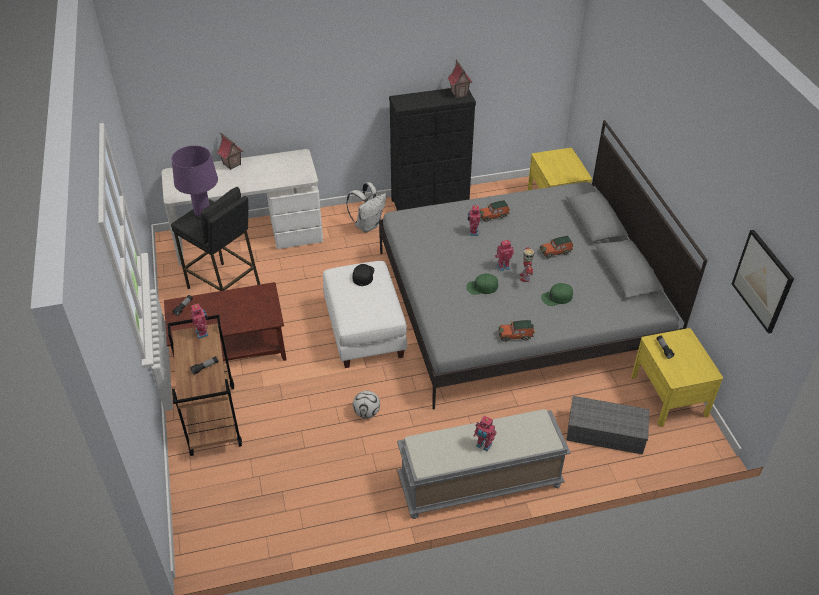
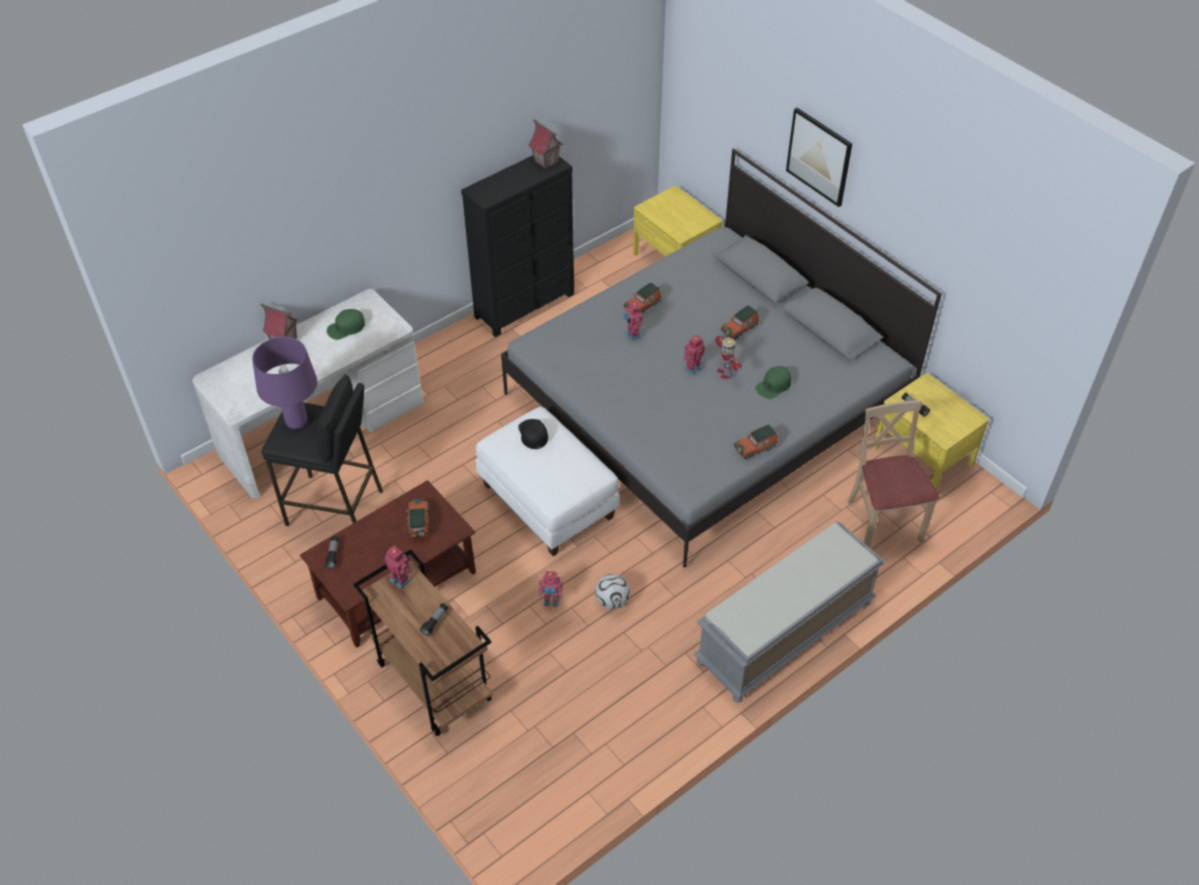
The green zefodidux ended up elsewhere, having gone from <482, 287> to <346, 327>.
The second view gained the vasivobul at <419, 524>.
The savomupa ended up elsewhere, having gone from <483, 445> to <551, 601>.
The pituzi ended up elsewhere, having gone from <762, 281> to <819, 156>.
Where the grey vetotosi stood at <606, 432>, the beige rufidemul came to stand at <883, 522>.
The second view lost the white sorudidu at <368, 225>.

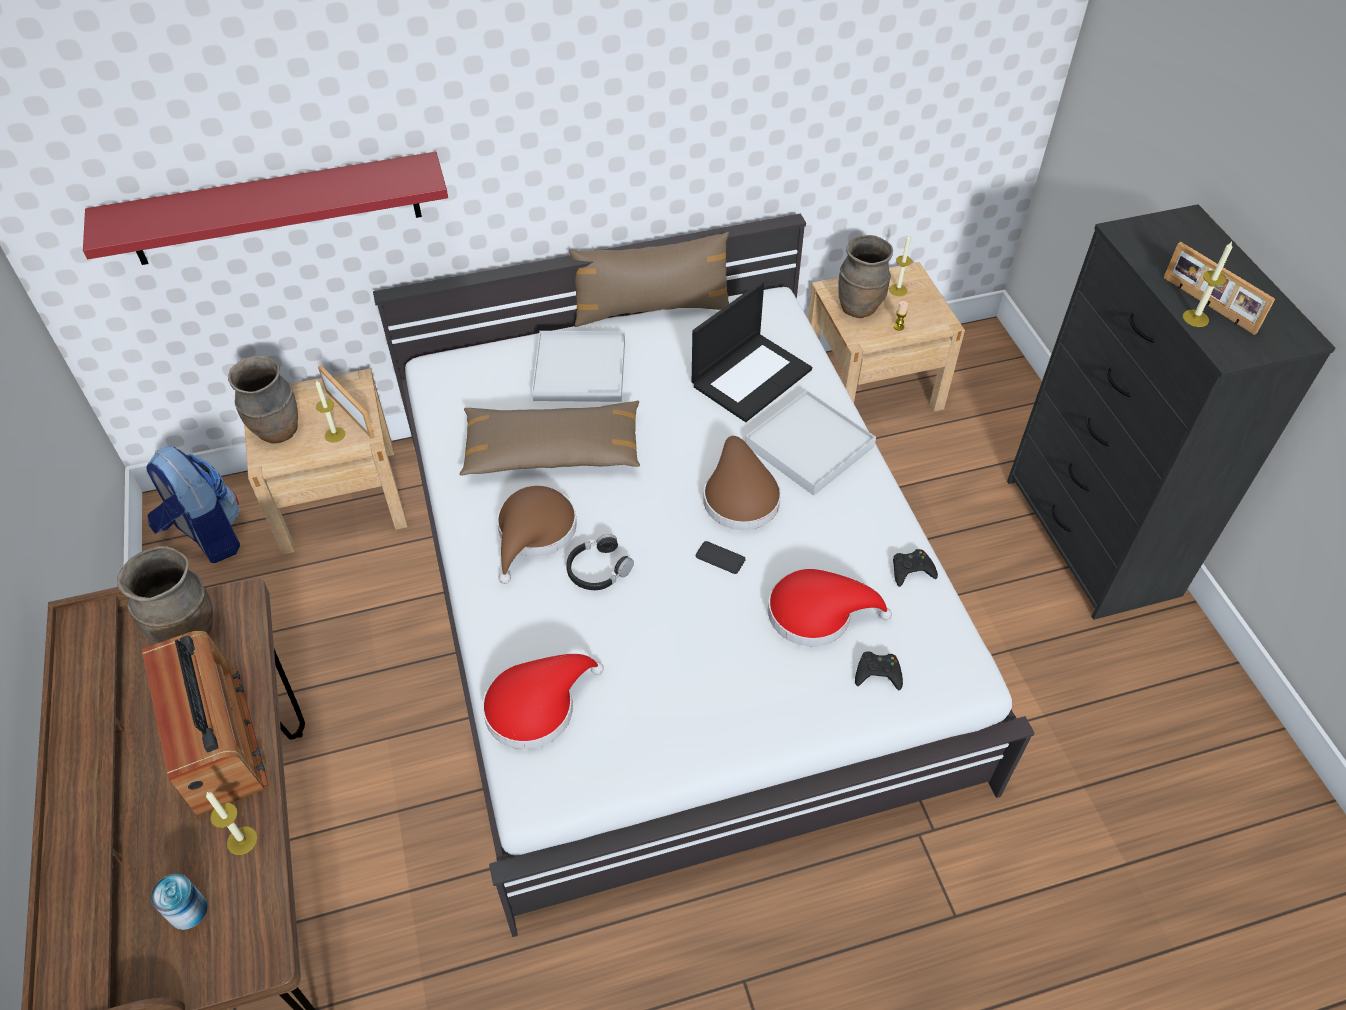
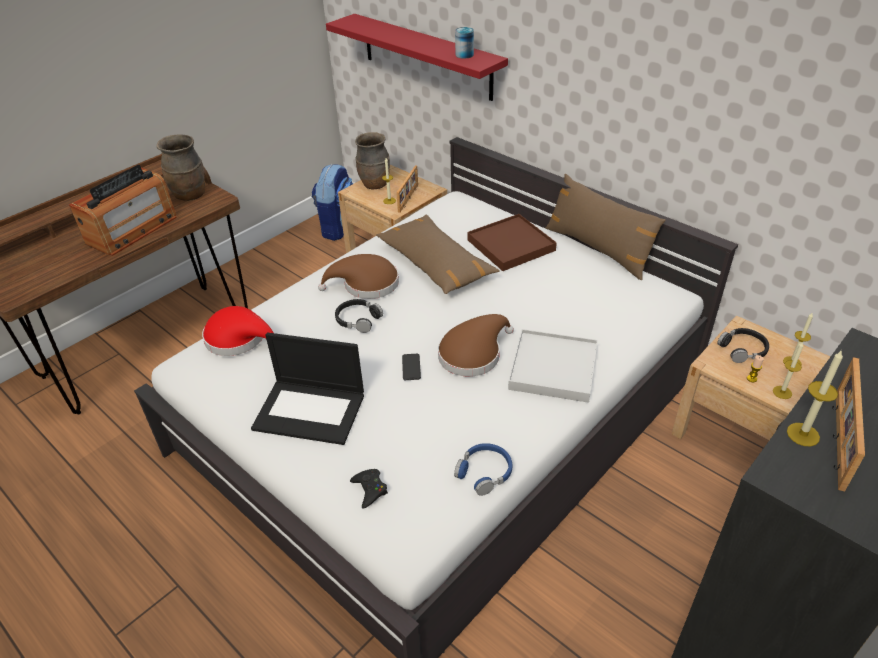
The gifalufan ended up elsewhere, having gone from <751, 376> to <311, 411>.
Where the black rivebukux stood at <911, 570>, the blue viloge came to stand at <484, 472>.
The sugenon ended up elsewhere, having gone from <188, 911> to <464, 55>.
What was the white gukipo at <580, 370> turned into the brown gukipo at <511, 245>.
Where the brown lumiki stood at <859, 308>, the black viloge came to stand at <742, 349>.
The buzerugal ended up elsewhere, having gone from <242, 840> to <782, 392>.
The second view lost the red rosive at <817, 613>.

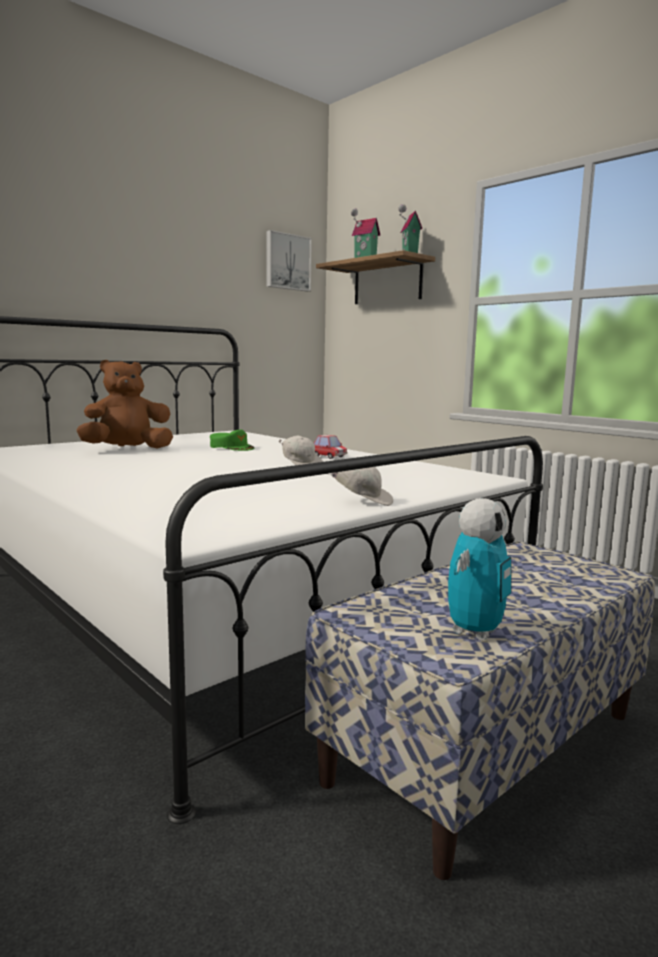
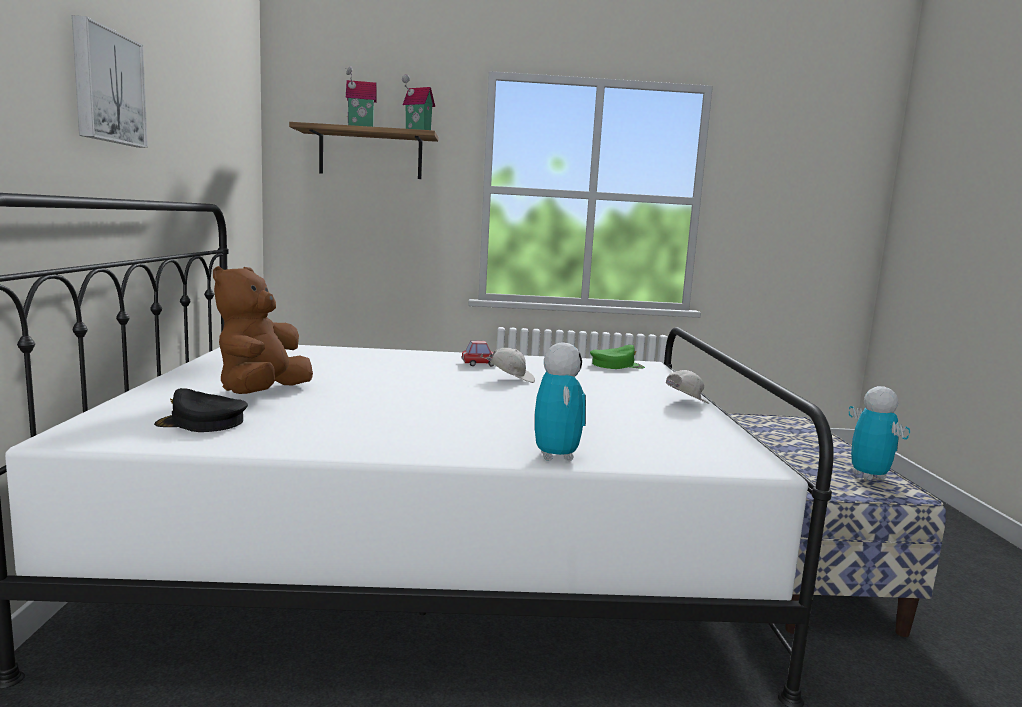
The pituzi ended up elsewhere, having gone from <287, 262> to <106, 87>.
The second view gained the black zefodidux at <201, 423>.
The second view gained the savomupa at <556, 456>.
The green zefodidux ended up elsewhere, having gone from <231, 447> to <616, 365>.

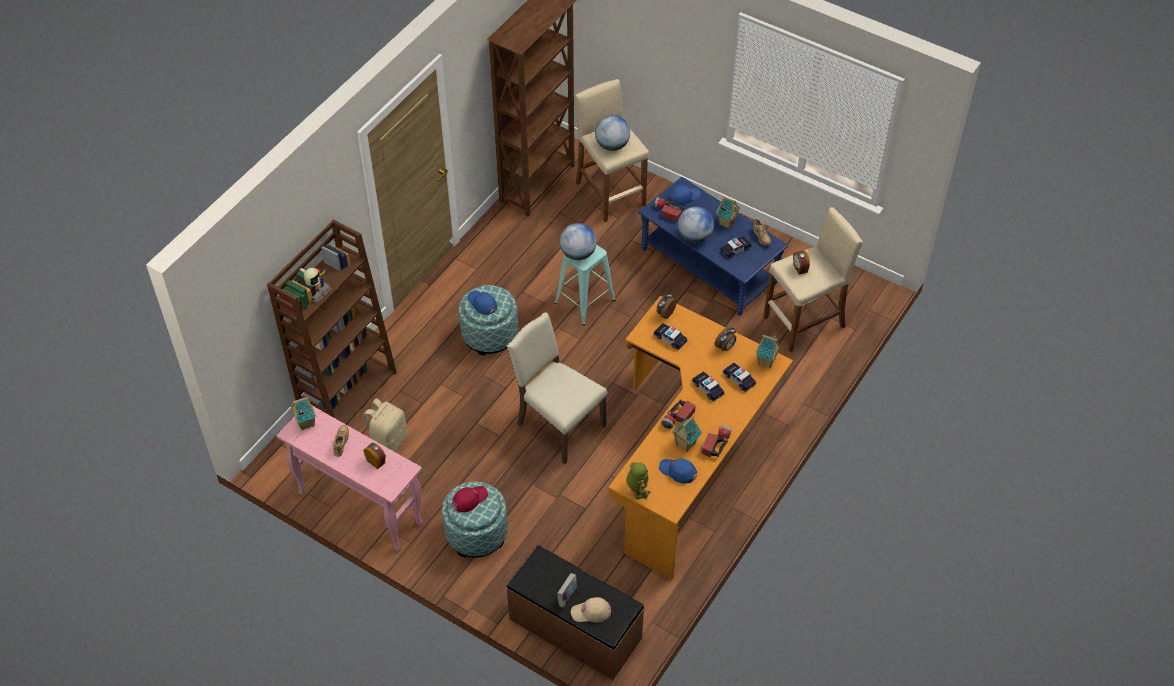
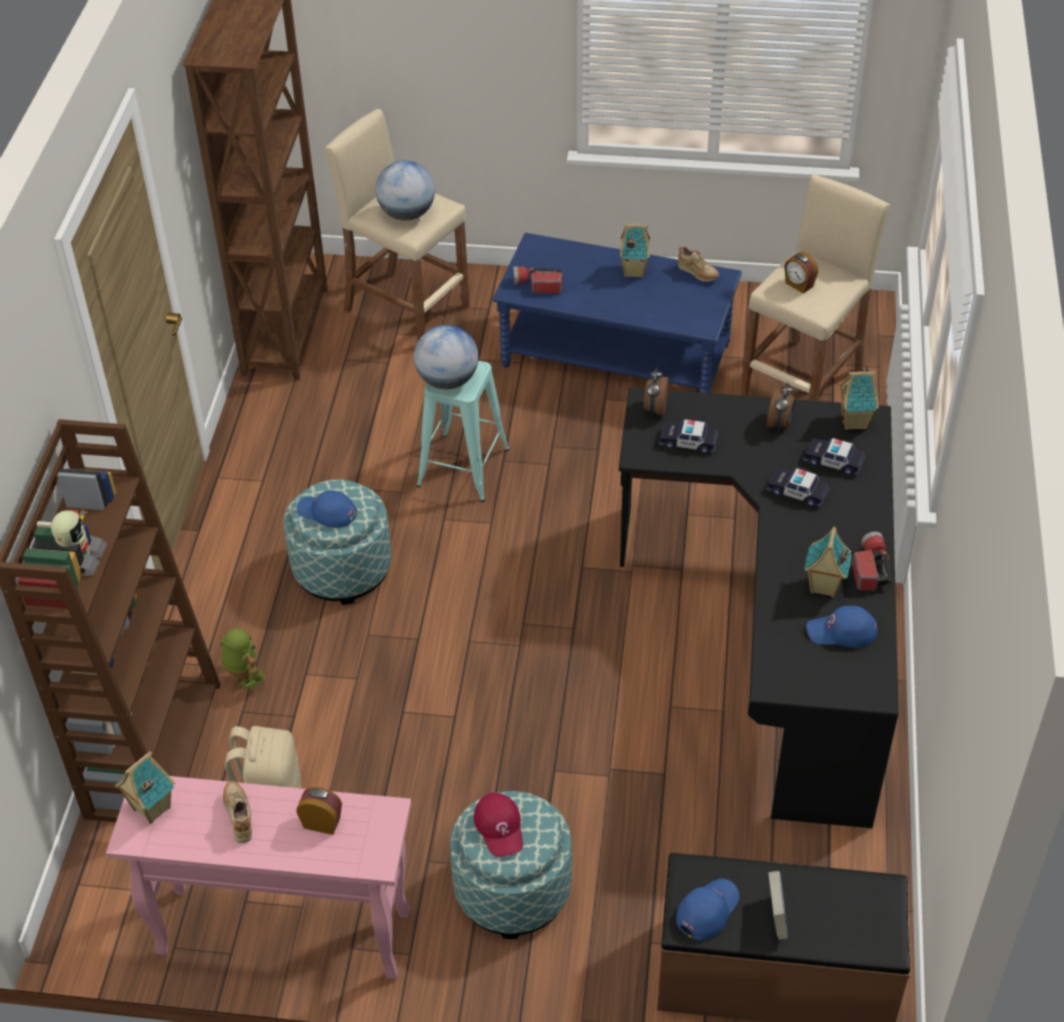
The savomupa ended up elsewhere, having gone from <637, 491> to <244, 678>.
The red zefodidux at <469, 499> ended up facing another way, 135 degrees clockwise from before.
What was the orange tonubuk at <690, 459> turned into the black tonubuk at <774, 634>.
The blue zefodidux ended up elsewhere, having gone from <684, 196> to <707, 910>.
The second view lost the beige rufidemul at <558, 425>.
The second view lost the beige zefodidux at <591, 612>.
The second view lost the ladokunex at <677, 418>.
The second view lost the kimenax at <694, 237>.
The second view lost the vasivobul at <735, 249>.

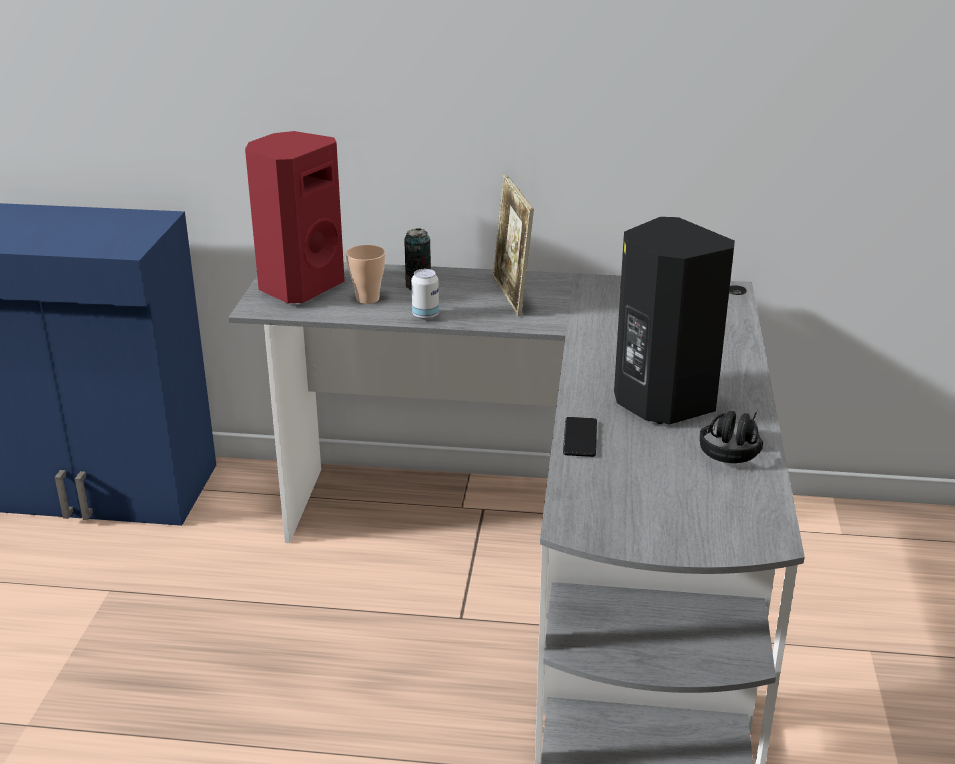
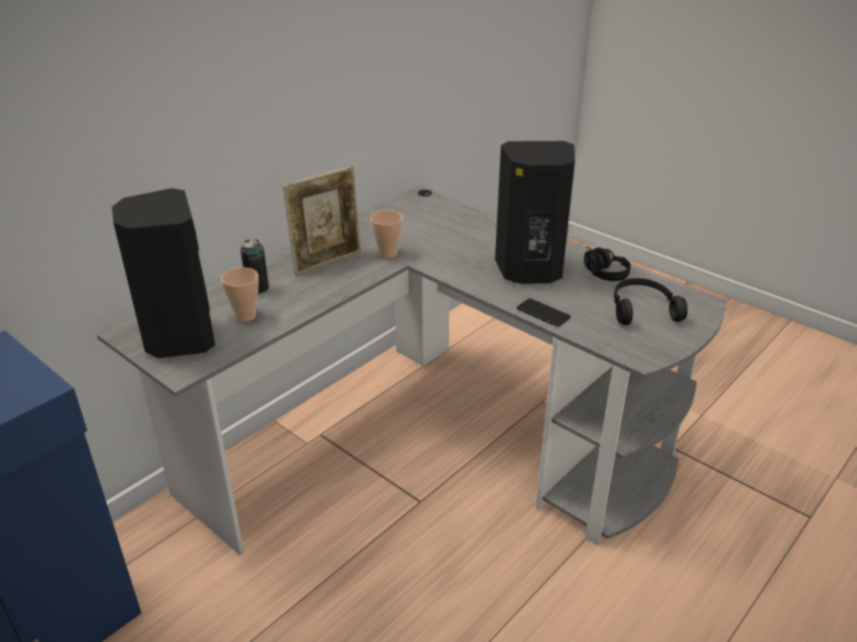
What was the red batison at <299, 287> turned into the black batison at <178, 338>.
The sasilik at <511, 296> ended up facing another way, 60 degrees counterclockwise from before.
The second view gained the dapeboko at <387, 254>.
The second view gained the black viloge at <642, 309>.
The second view lost the sugenon at <425, 315>.

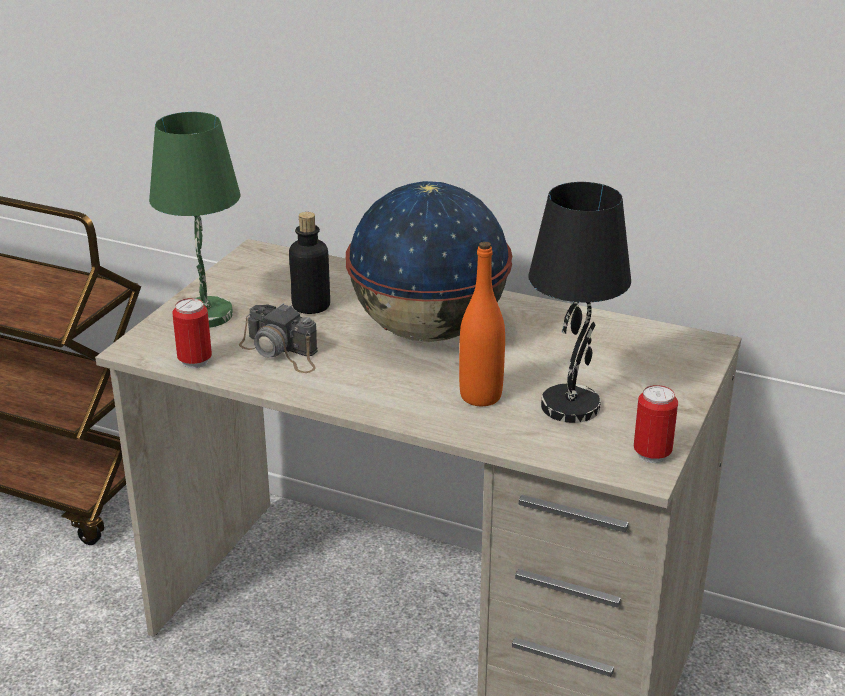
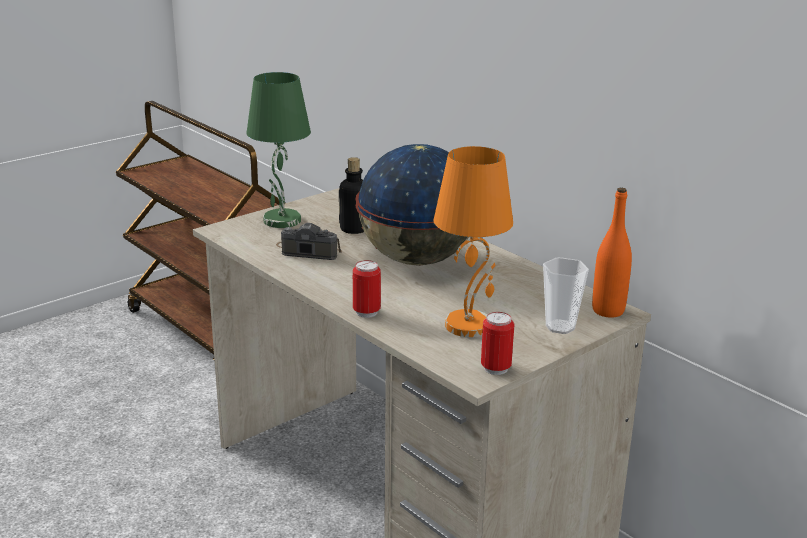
The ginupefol at <282, 352> ended up facing another way, 135 degrees clockwise from before.
The sugenon ended up elsewhere, having gone from <195, 361> to <366, 312>.
What was the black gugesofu at <570, 405> turned into the orange gugesofu at <469, 325>.
The second view gained the dapeboko at <560, 327>.
The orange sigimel ended up elsewhere, having gone from <480, 396> to <608, 311>.

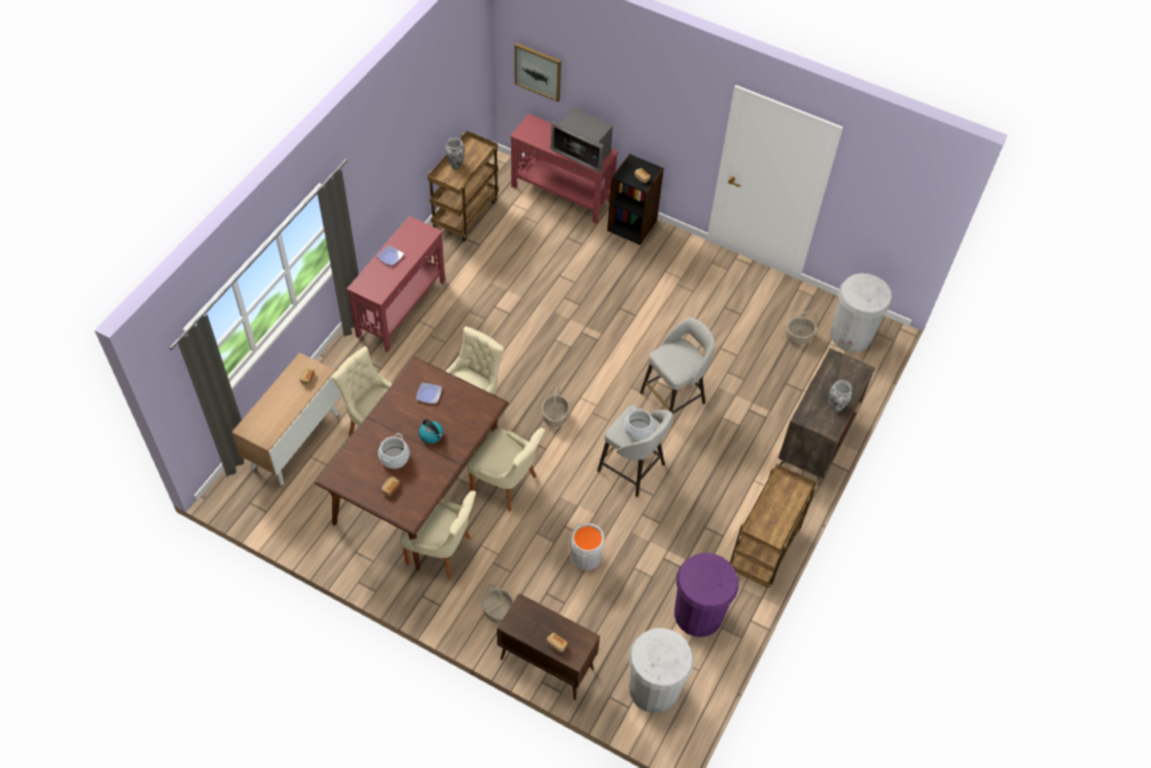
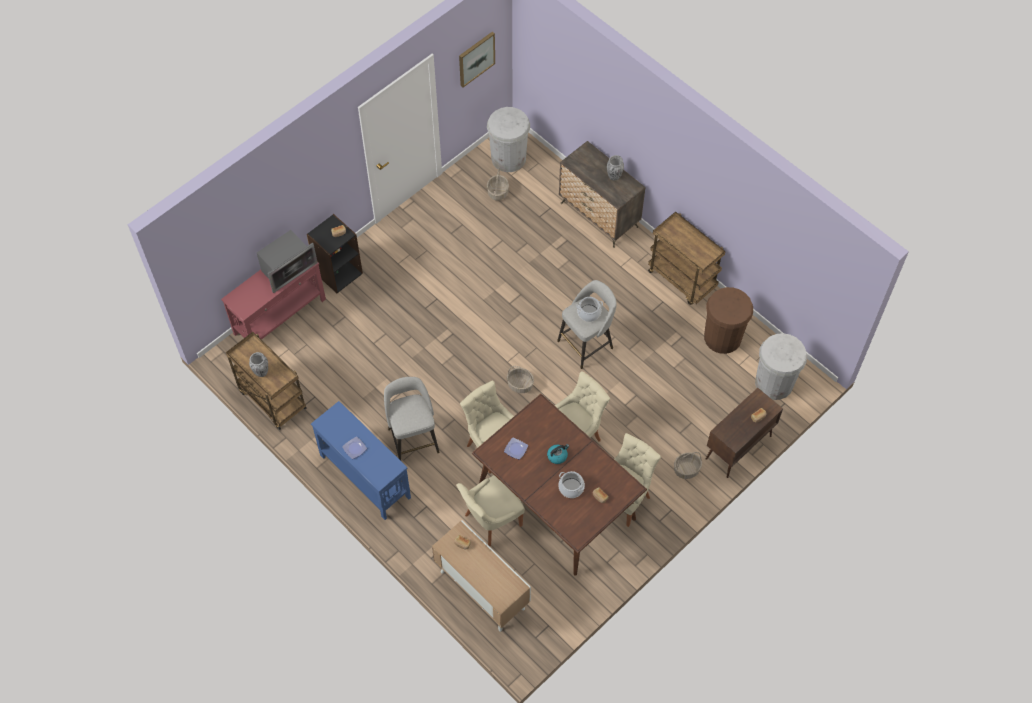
What was the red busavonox at <402, 308> turned into the blue busavonox at <365, 476>.
The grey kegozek ended up elsewhere, having gone from <674, 397> to <413, 439>.
The pituzi ended up elsewhere, having gone from <538, 71> to <476, 58>.
What was the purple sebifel at <698, 614> turned into the brown sebifel at <722, 337>.
The second view lost the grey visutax at <584, 557>.

